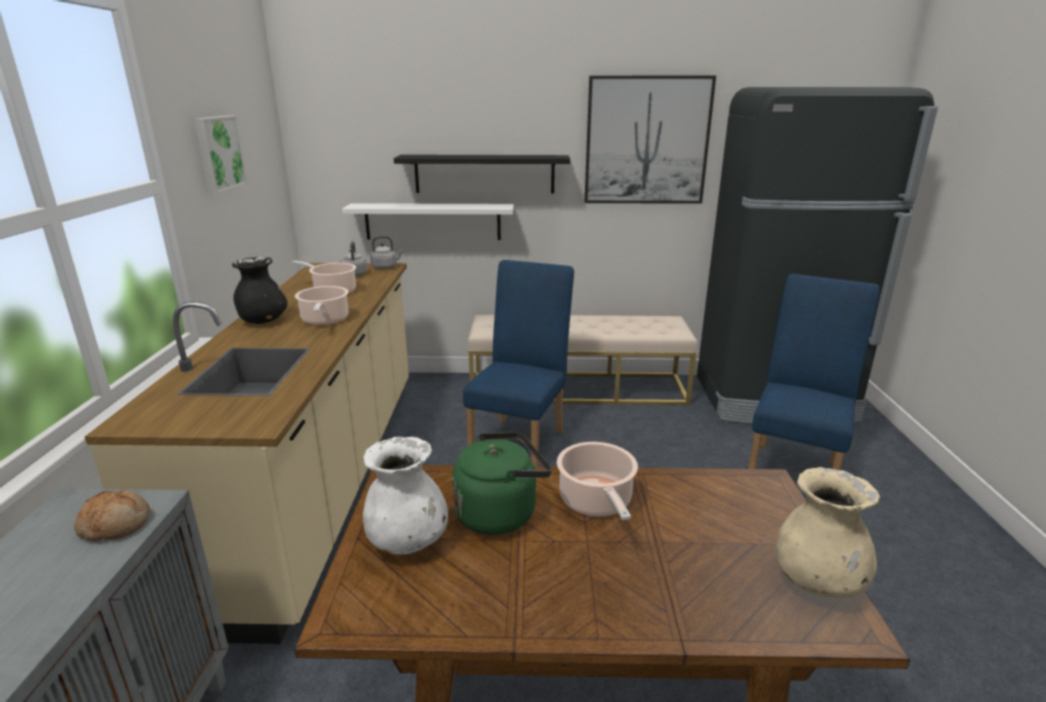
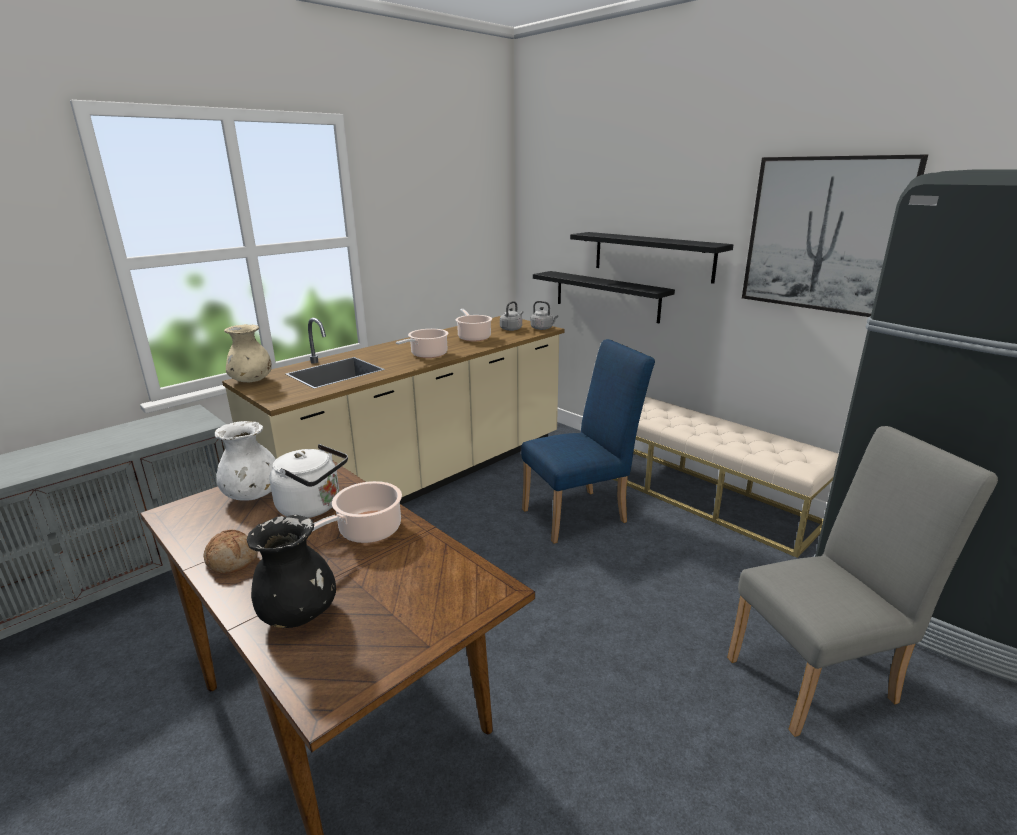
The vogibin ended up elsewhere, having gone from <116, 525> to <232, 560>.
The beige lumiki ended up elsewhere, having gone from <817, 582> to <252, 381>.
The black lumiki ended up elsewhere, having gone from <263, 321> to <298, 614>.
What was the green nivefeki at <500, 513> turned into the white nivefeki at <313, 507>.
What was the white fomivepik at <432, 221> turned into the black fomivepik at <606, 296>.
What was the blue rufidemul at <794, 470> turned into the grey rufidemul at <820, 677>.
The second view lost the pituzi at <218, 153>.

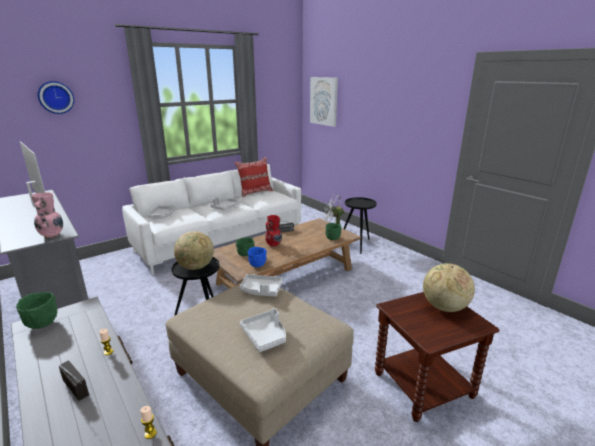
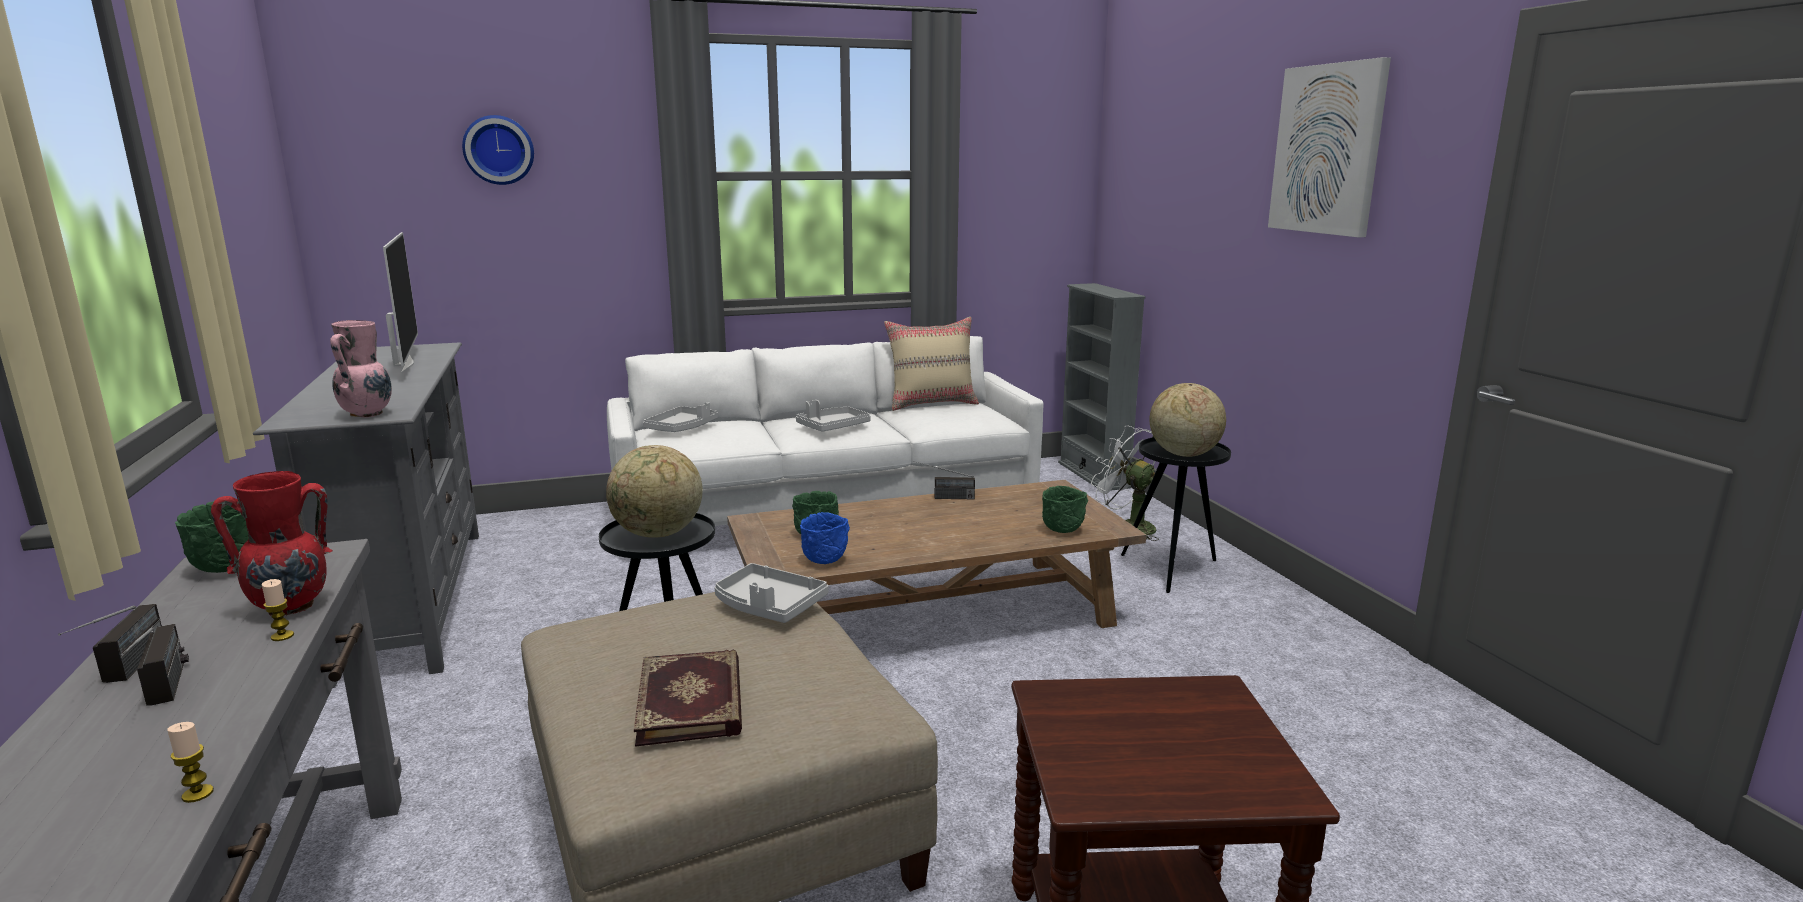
The second view gained the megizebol at <127, 672>.
The red lumiki ended up elsewhere, having gone from <274, 245> to <292, 607>.
Where the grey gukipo stood at <265, 336>, the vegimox came to stand at <693, 701>.
What was the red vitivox at <255, 192> turned into the beige vitivox at <932, 404>.
The second view gained the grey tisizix at <1093, 475>.
The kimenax ended up elsewhere, having gone from <444, 307> to <1183, 454>.
The pituzi ended up elsewhere, having gone from <324, 101> to <1328, 149>.

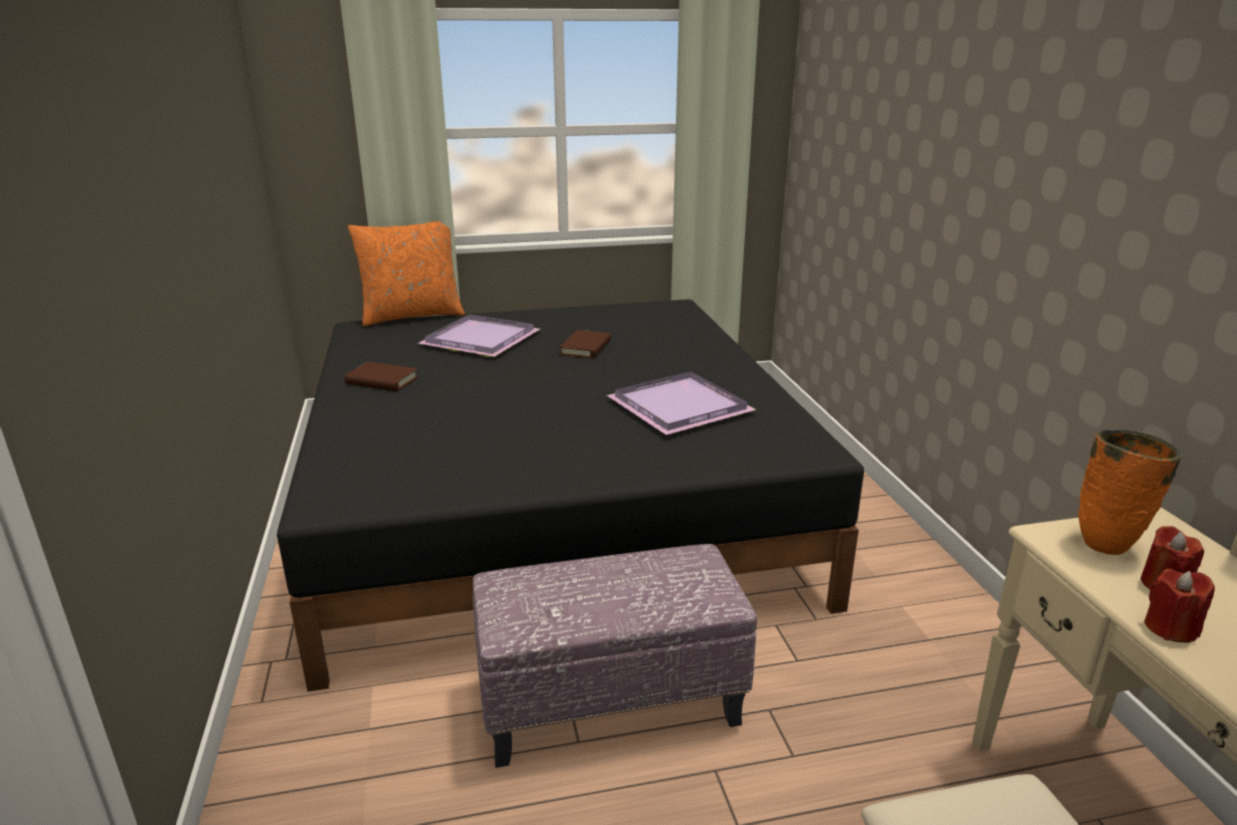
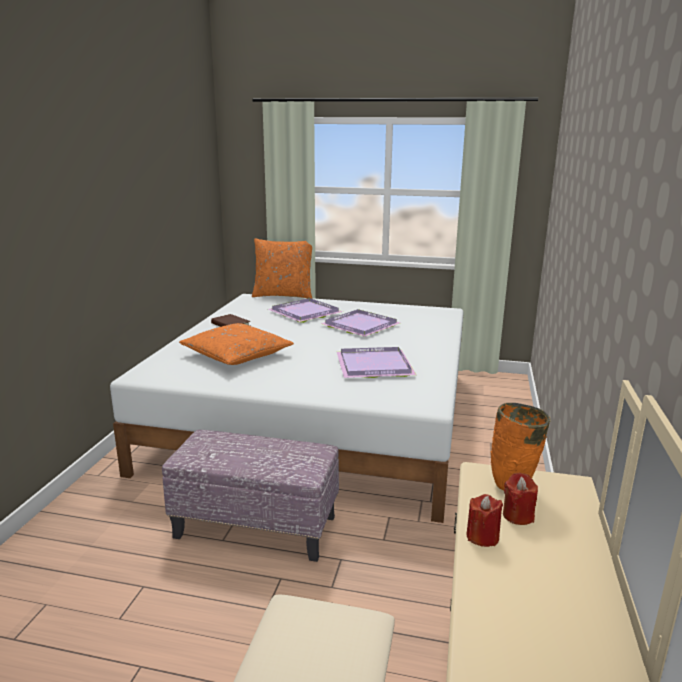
What was the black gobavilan at <553, 502> turned into the white gobavilan at <318, 418>.
The second view gained the orange vitivox at <236, 355>.
Where the brown vegimox stood at <586, 348>, the purple gukipo came to stand at <359, 326>.

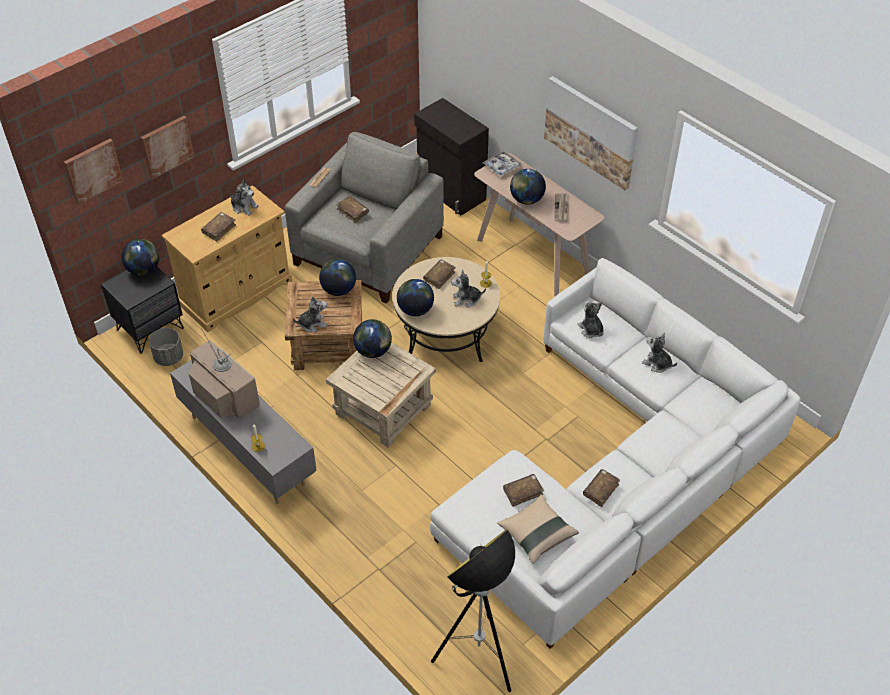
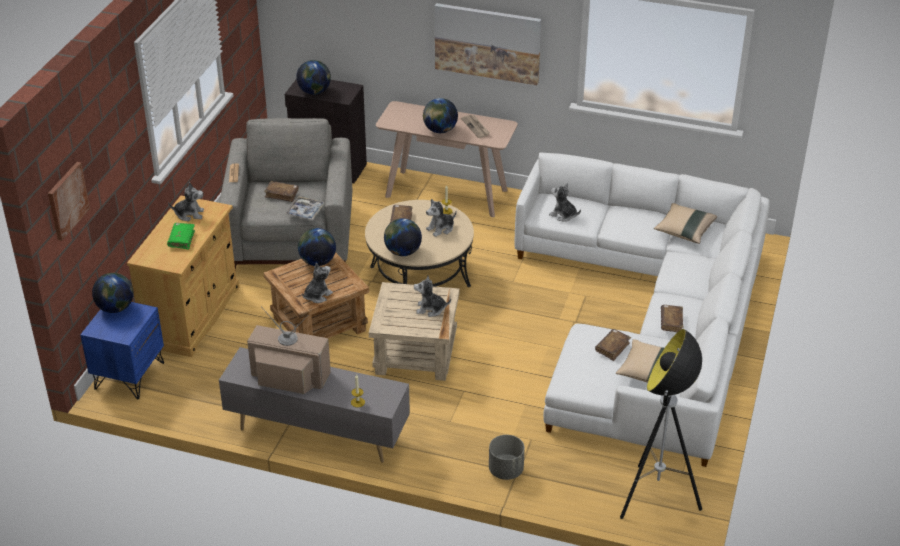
What was the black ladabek at <150, 328> turned into the blue ladabek at <129, 375>.
What was the brown vegimox at <219, 229> turned into the green vegimox at <181, 239>.
The gukipo ended up elsewhere, having gone from <502, 167> to <305, 211>.
The kimenax ended up elsewhere, having gone from <373, 351> to <314, 92>.
The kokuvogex ended up elsewhere, having gone from <657, 364> to <430, 309>.
The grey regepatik ended up elsewhere, having gone from <169, 357> to <506, 470>.
The second view gained the beige vitivox at <684, 231>.
The second view lost the pituzi at <167, 146>.

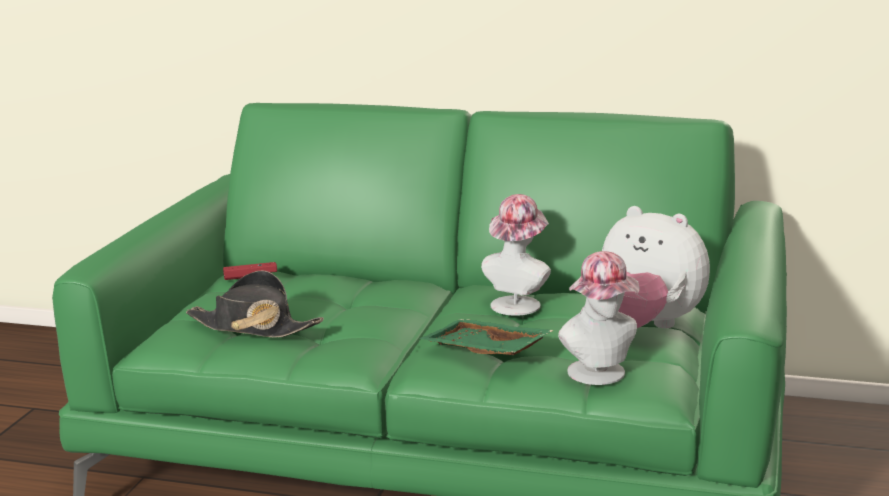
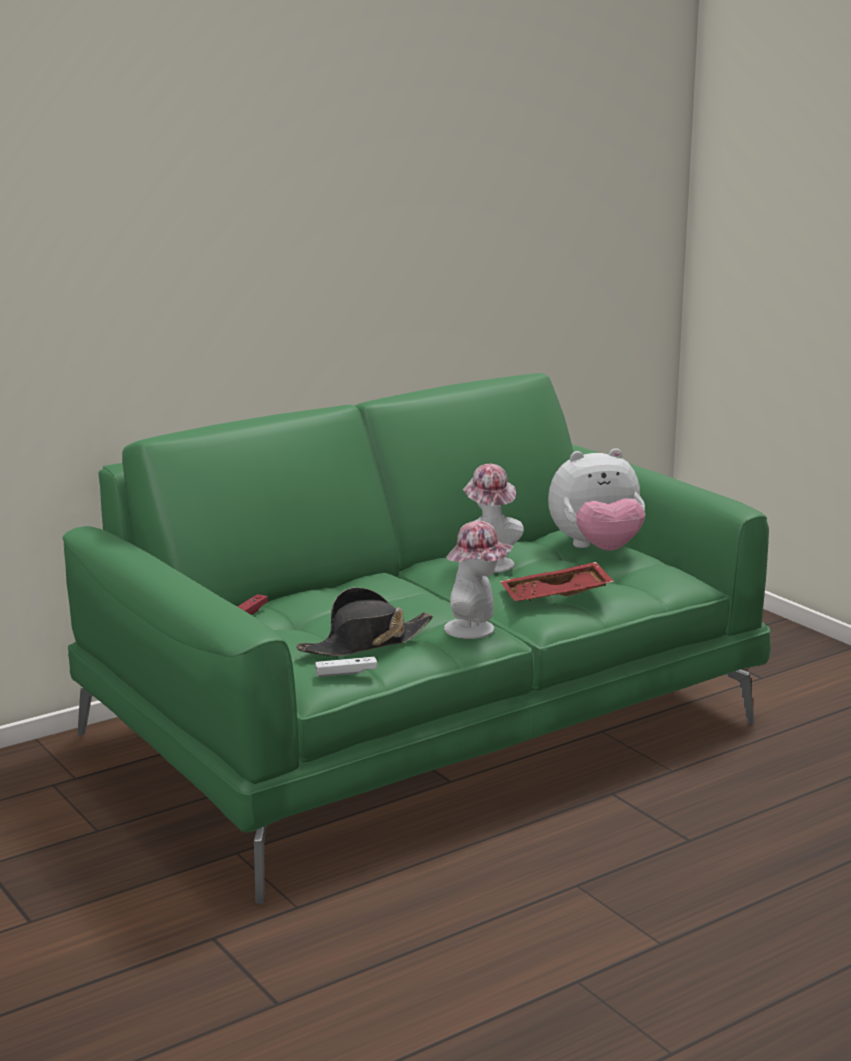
The second view gained the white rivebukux at <346, 673>.
The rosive ended up elsewhere, having gone from <601, 375> to <476, 629>.
What was the green gukipo at <484, 352> turned into the red gukipo at <556, 596>.

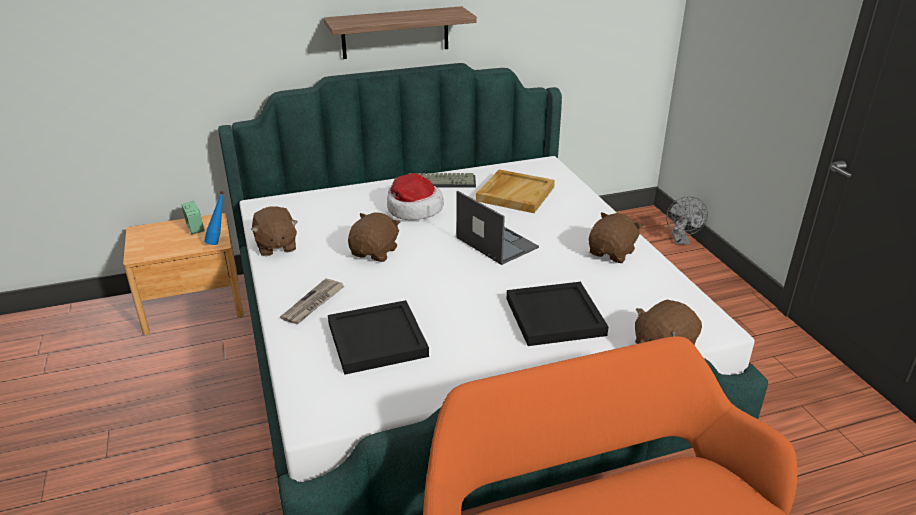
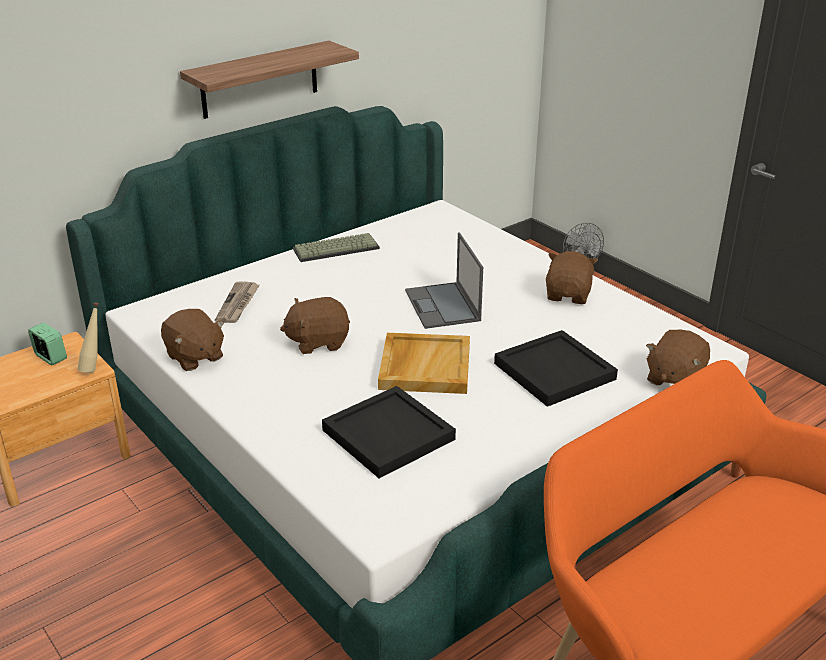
What was the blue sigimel at <219, 242> turned into the beige sigimel at <95, 368>.
The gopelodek ended up elsewhere, having gone from <313, 303> to <238, 304>.
The brown kokuvogex at <375, 252> ended up facing another way, 105 degrees counterclockwise from before.
The beige gukipo ended up elsewhere, having gone from <515, 193> to <424, 366>.
The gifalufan at <495, 242> ended up facing another way, 135 degrees counterclockwise from before.
The second view lost the rosive at <413, 209>.

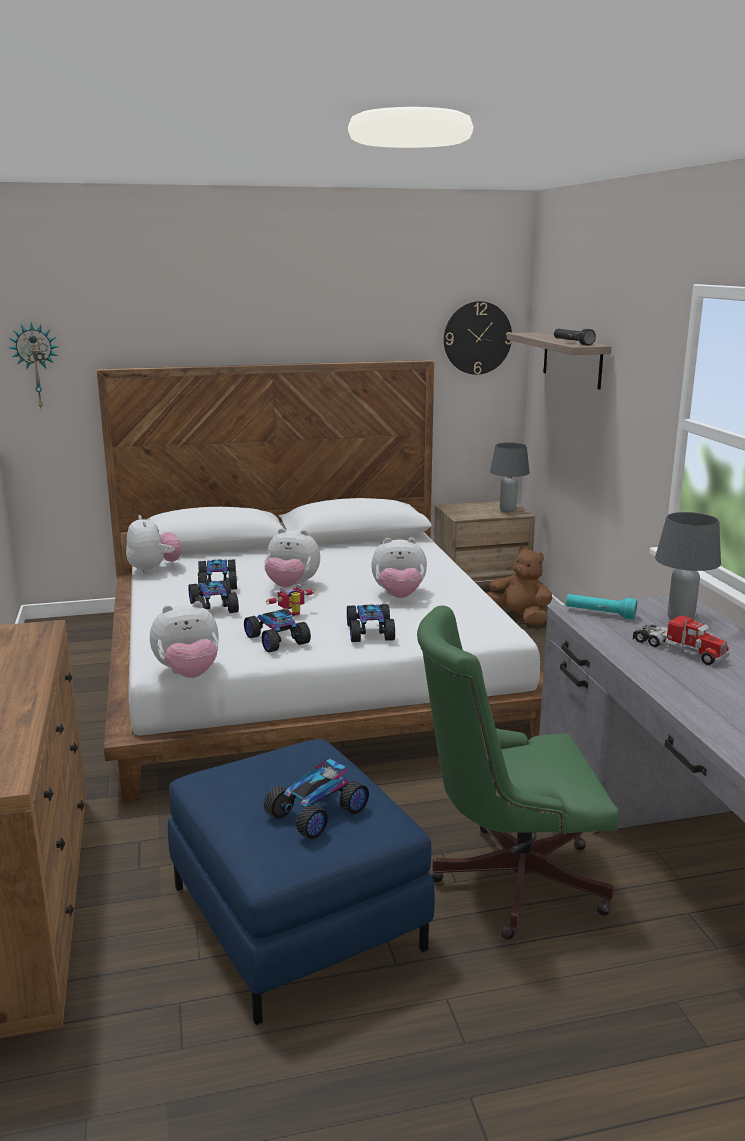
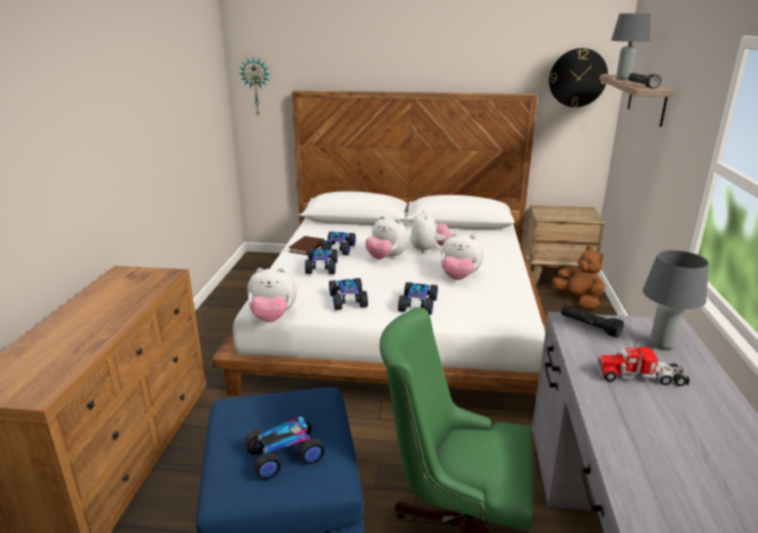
The second view gained the brown vegimox at <307, 248>.
The kokuvogex ended up elsewhere, having gone from <154, 569> to <429, 250>.
What was the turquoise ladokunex at <600, 614> turned into the black ladokunex at <589, 326>.
The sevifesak at <678, 650> ended up facing another way, 120 degrees clockwise from before.
The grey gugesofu ended up elsewhere, having gone from <507, 510> to <623, 78>.
The second view lost the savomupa at <293, 616>.

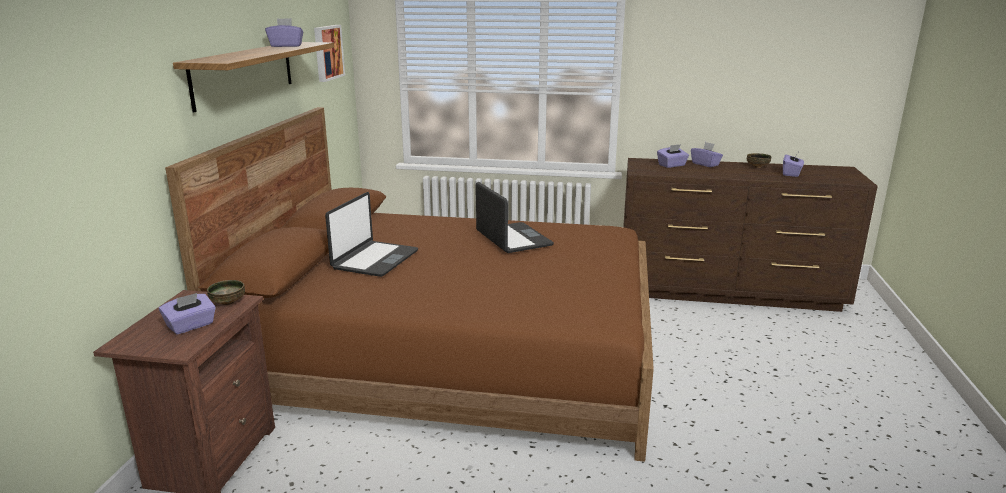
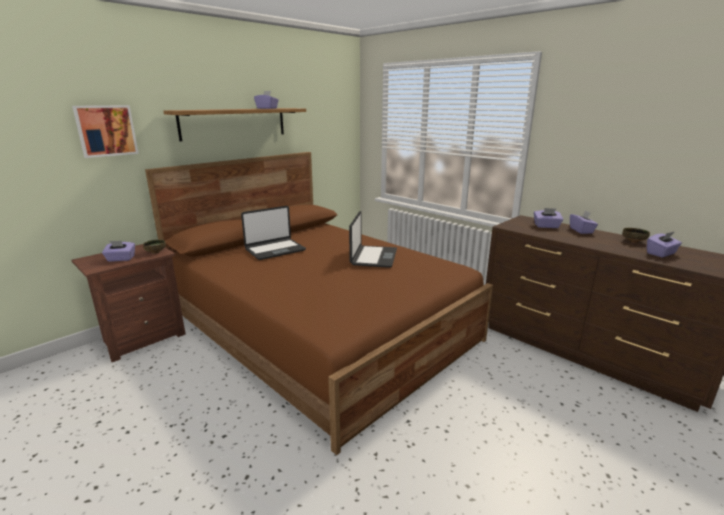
The pituzi ended up elsewhere, having gone from <327, 52> to <106, 130>.

